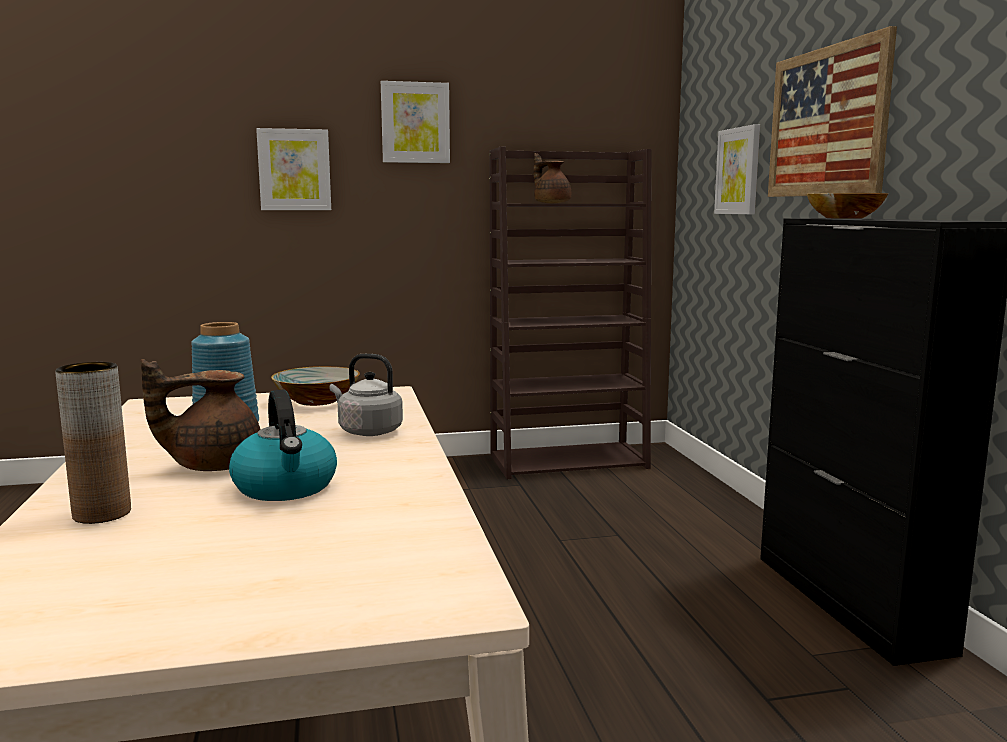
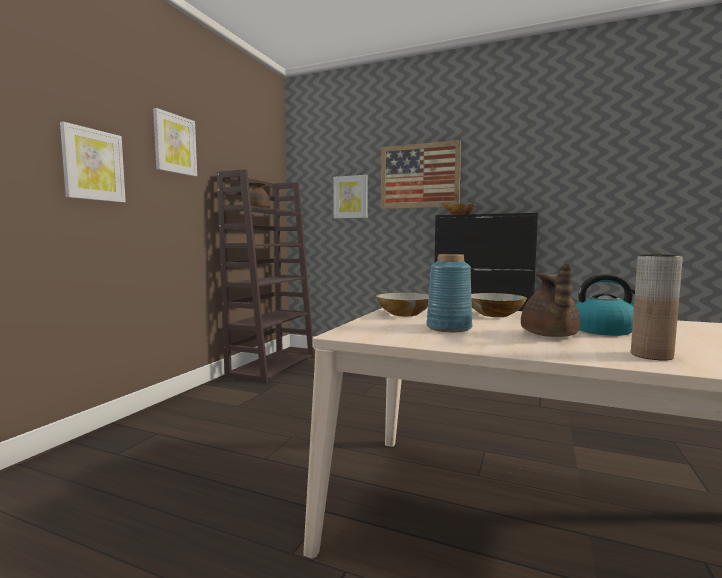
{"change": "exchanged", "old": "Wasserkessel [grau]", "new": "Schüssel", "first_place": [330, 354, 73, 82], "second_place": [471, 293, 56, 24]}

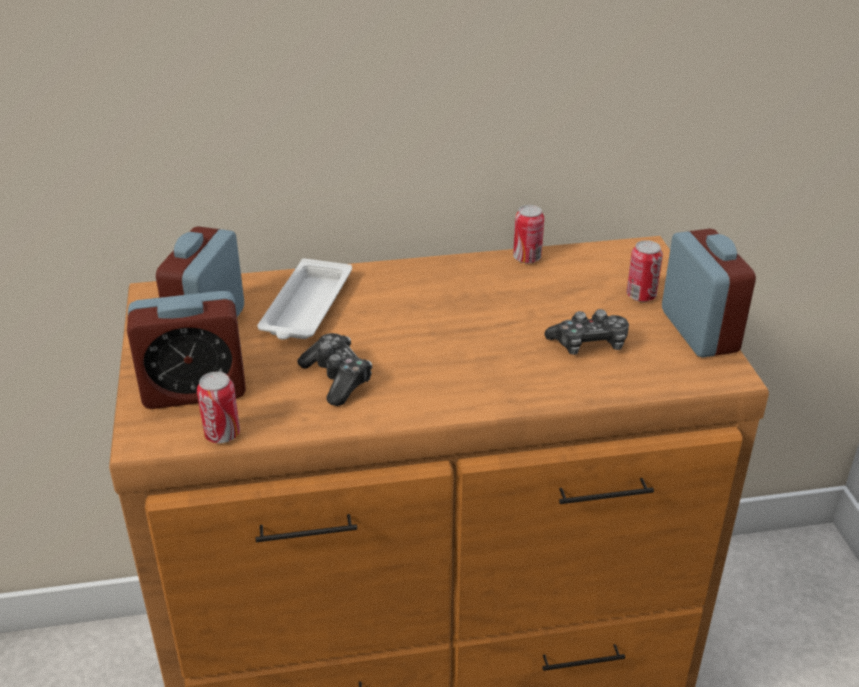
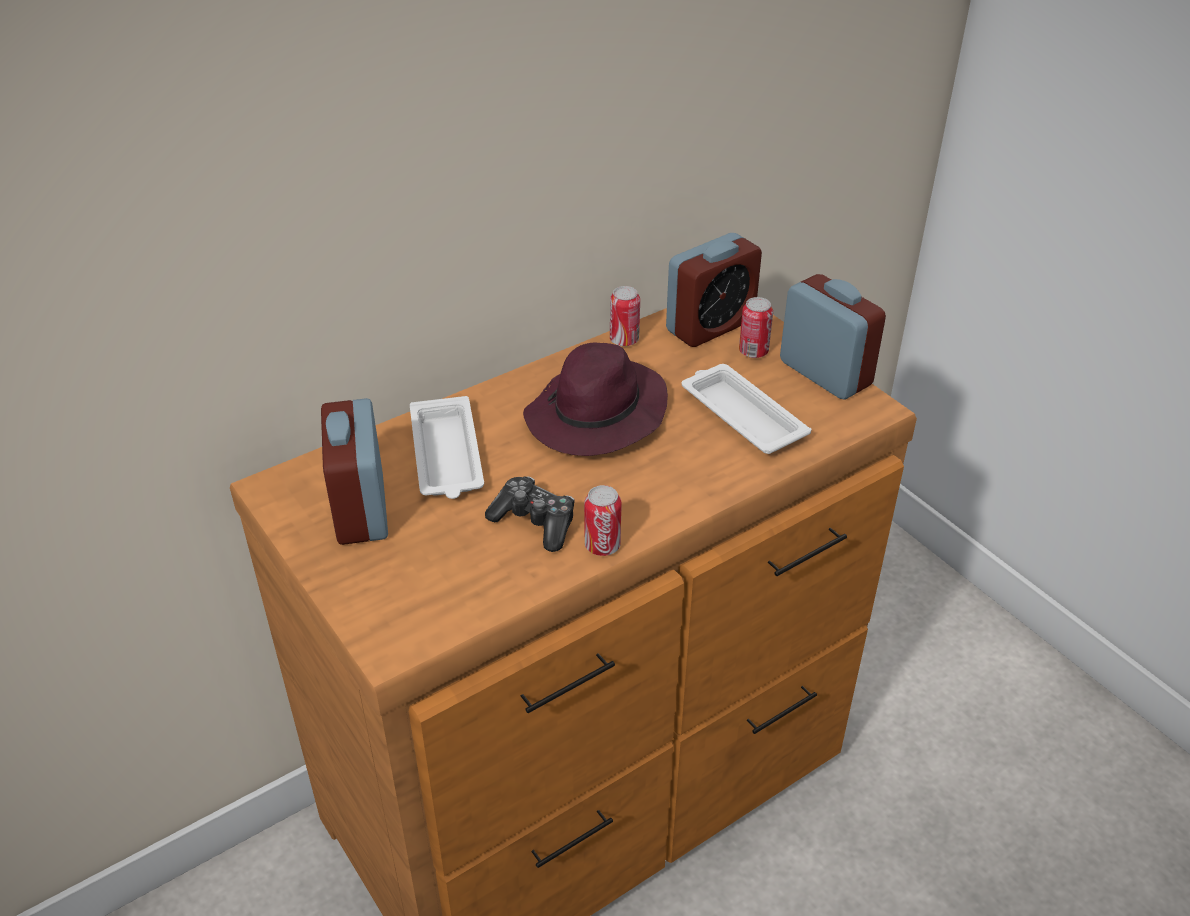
{"change": "relocated", "old": "Wecker", "first_place": [127, 291, 119, 118], "second_place": [666, 233, 96, 114]}
{"change": "relocated", "old": "Dose", "first_place": [197, 372, 43, 71], "second_place": [584, 485, 38, 71]}
{"change": "exchanged", "old": "Gamepad", "new": "Tablett [weiß]", "first_place": [545, 309, 84, 46], "second_place": [681, 364, 130, 90]}
{"change": "appeared", "new": "Hut [lila]", "second_place": [523, 343, 145, 113]}

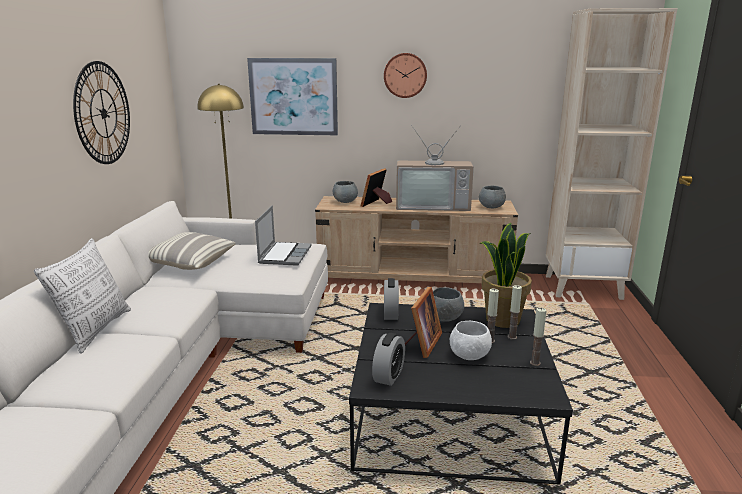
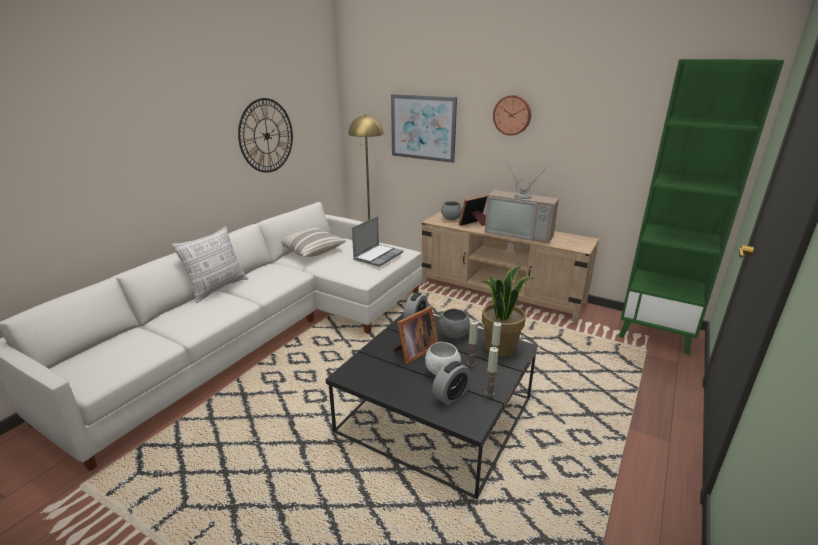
{"change": "relocated", "old": "Wecker", "first_place": [372, 333, 33, 53], "second_place": [432, 361, 39, 44]}
{"change": "missing", "old": "Schüssel [grau]", "first_place": [479, 185, 27, 23]}
{"change": "colour", "old": "Bücherregal [beige]", "new": "Bücherregal [grün]", "first_place": [546, 8, 131, 292], "second_place": [619, 59, 165, 296]}

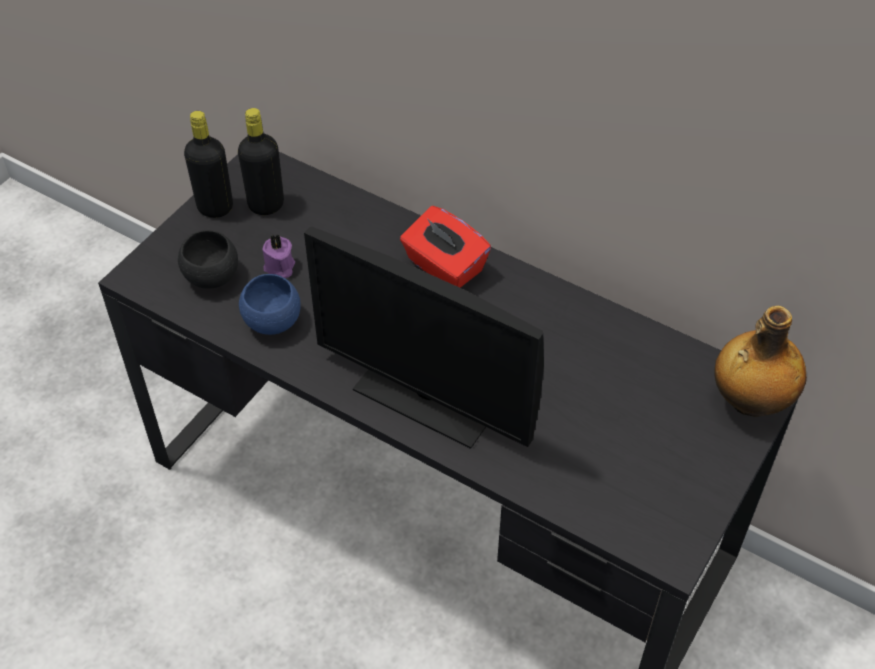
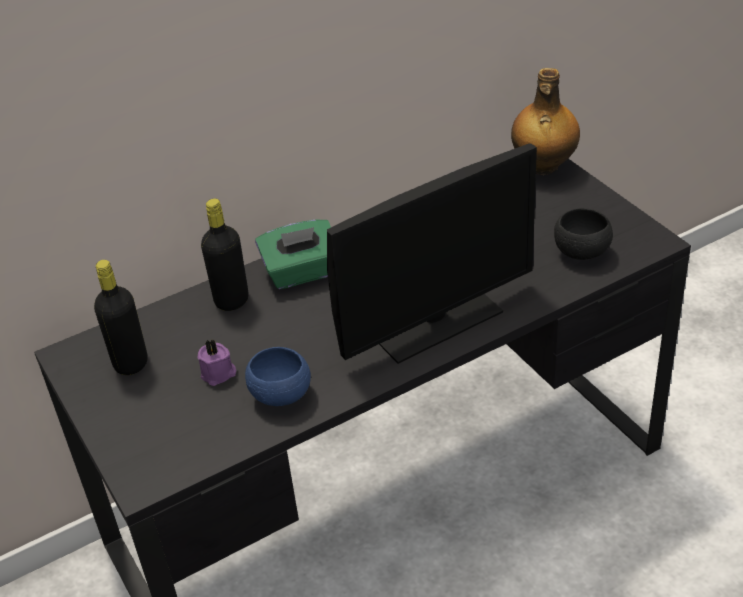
{"change": "relocated", "old": "Schüssel [schwarz]", "first_place": [178, 230, 60, 59], "second_place": [554, 208, 59, 52]}
{"change": "relocated", "old": "Flasche [schwarz]", "first_place": [184, 111, 49, 107], "second_place": [201, 199, 48, 112]}
{"change": "colour", "old": "Taschentuchbox [rot]", "new": "Taschentuchbox [grün]", "first_place": [400, 206, 91, 82], "second_place": [255, 220, 76, 69]}

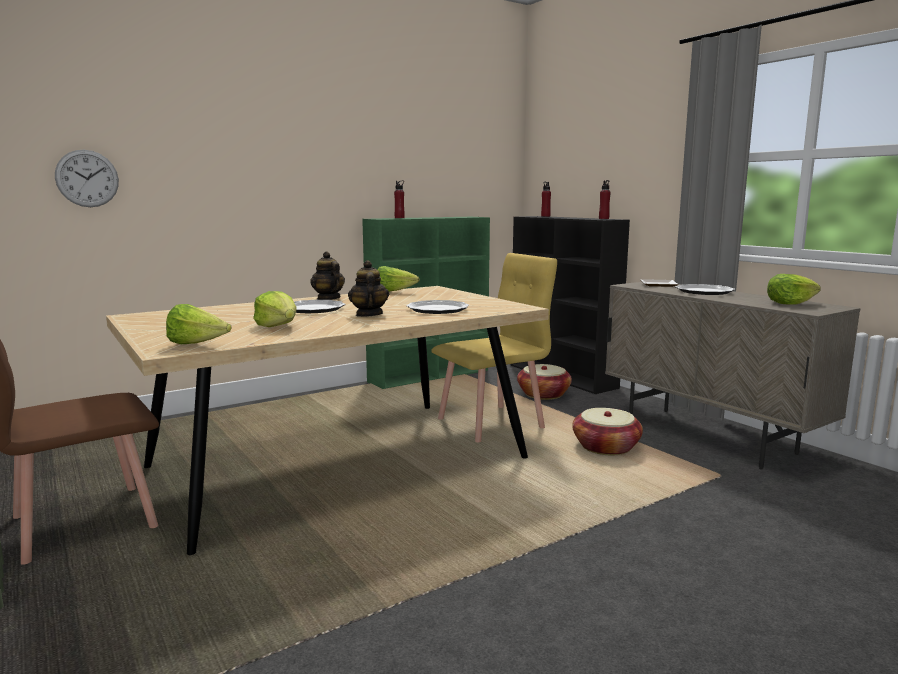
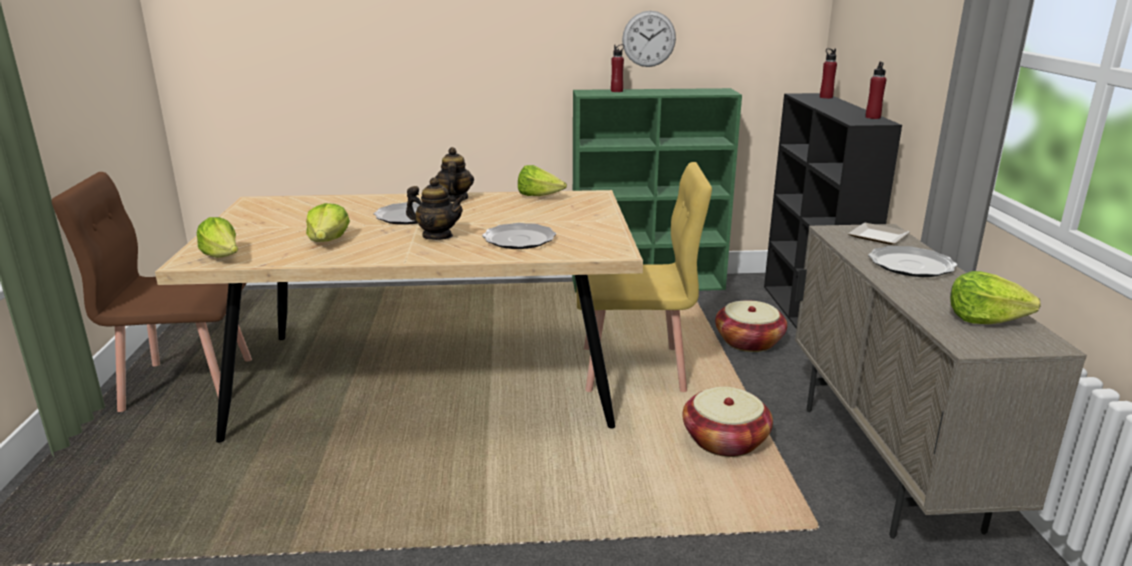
{"change": "relocated", "old": "Wanduhr", "first_place": [55, 150, 64, 57], "second_place": [622, 11, 54, 56]}
{"change": "spun", "old": "Teekanne", "first_place": [348, 260, 41, 57], "second_place": [406, 177, 59, 63], "degrees": 90}

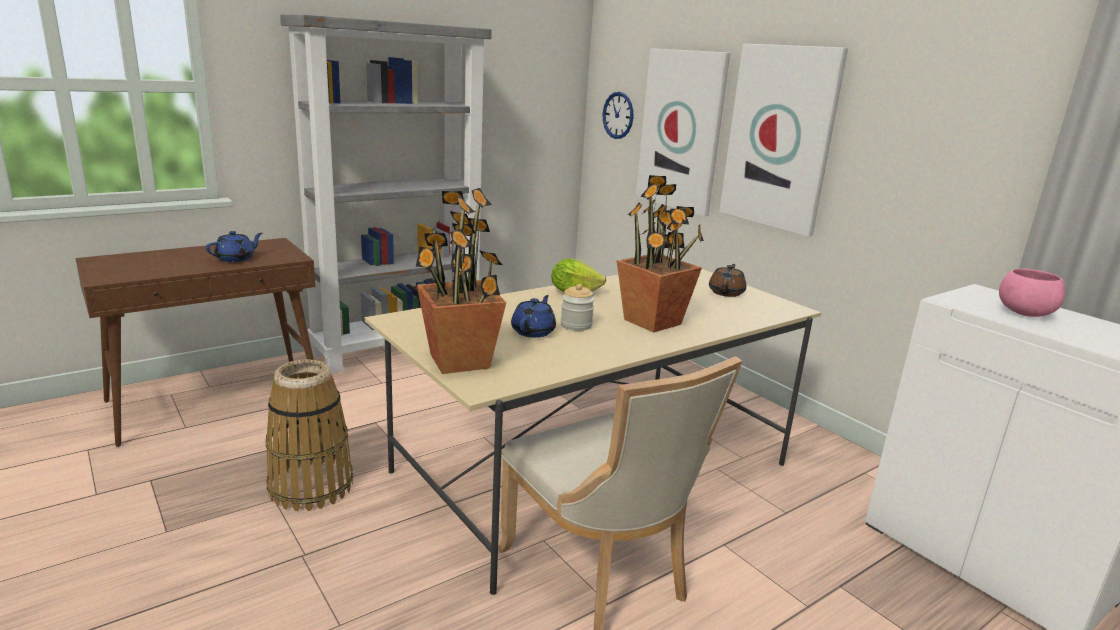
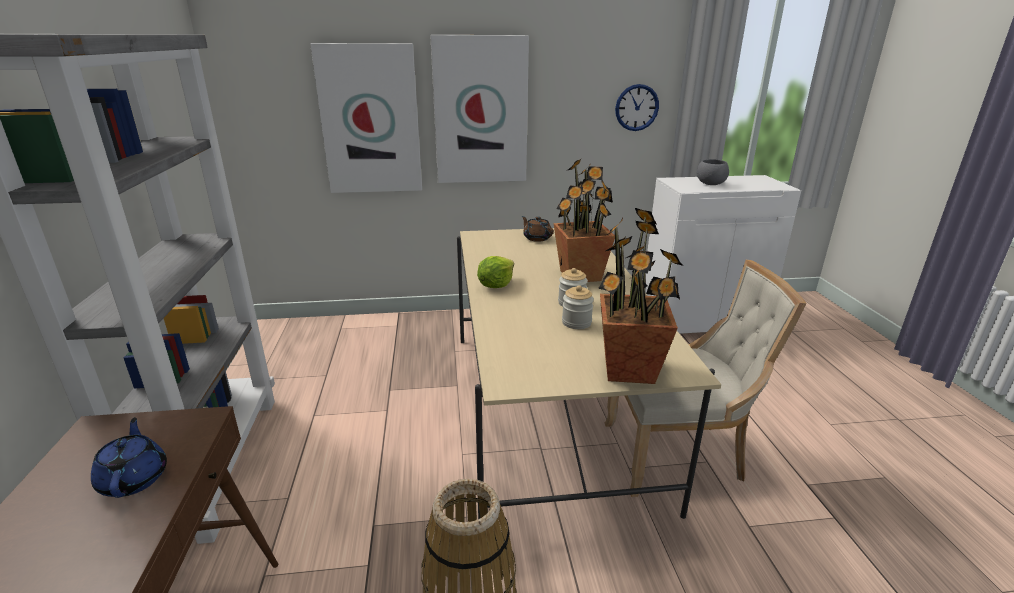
{"change": "exchanged", "old": "Teekanne [blau]", "new": "Vorratsglas", "first_place": [511, 295, 45, 43], "second_place": [562, 285, 32, 44]}
{"change": "relocated", "old": "Wanduhr", "first_place": [603, 92, 30, 47], "second_place": [615, 84, 44, 47]}
{"change": "colour", "old": "Schüssel [rosa]", "new": "Schüssel [grau]", "first_place": [999, 269, 66, 48], "second_place": [697, 159, 32, 26]}

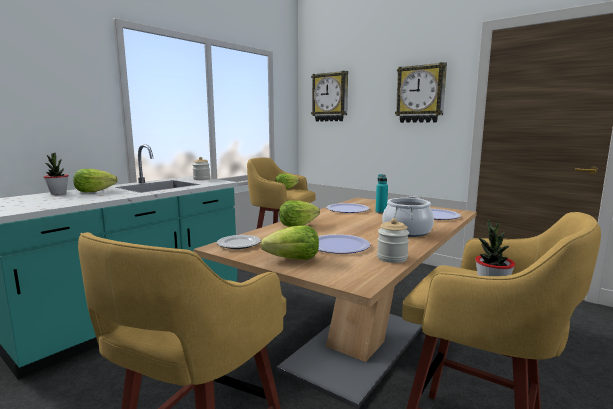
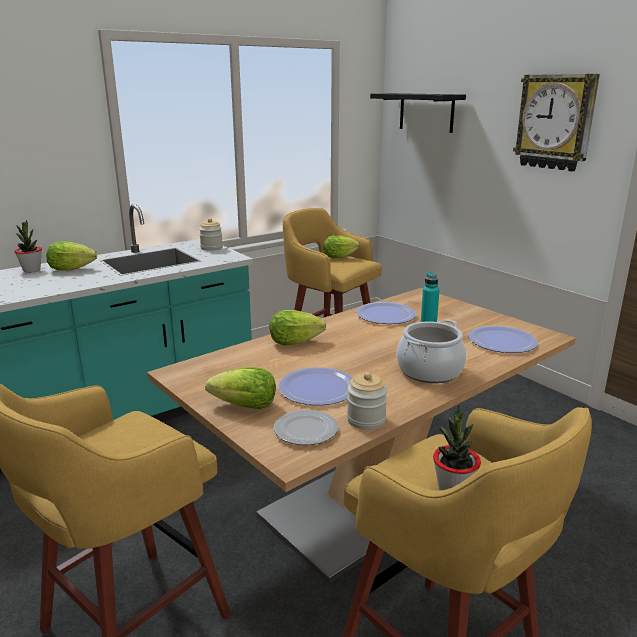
{"change": "relocated", "old": "Teller", "first_place": [217, 235, 44, 14], "second_place": [274, 410, 64, 35]}
{"change": "exchanged", "old": "Wanduhr", "new": "Wandregal [schwarz]", "first_place": [311, 71, 37, 50], "second_place": [370, 93, 96, 40]}

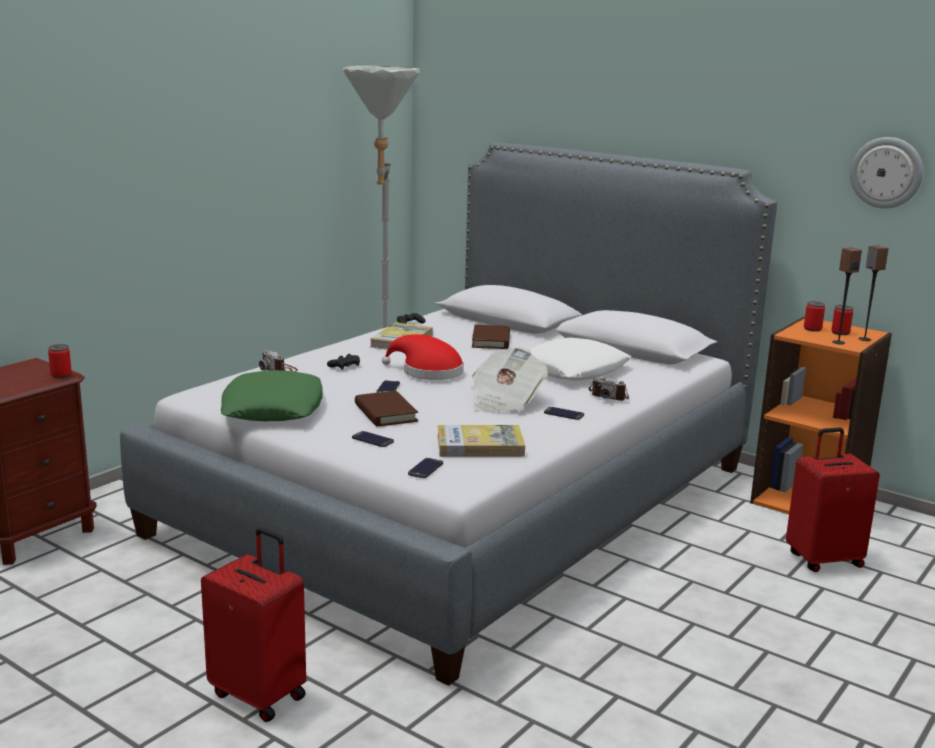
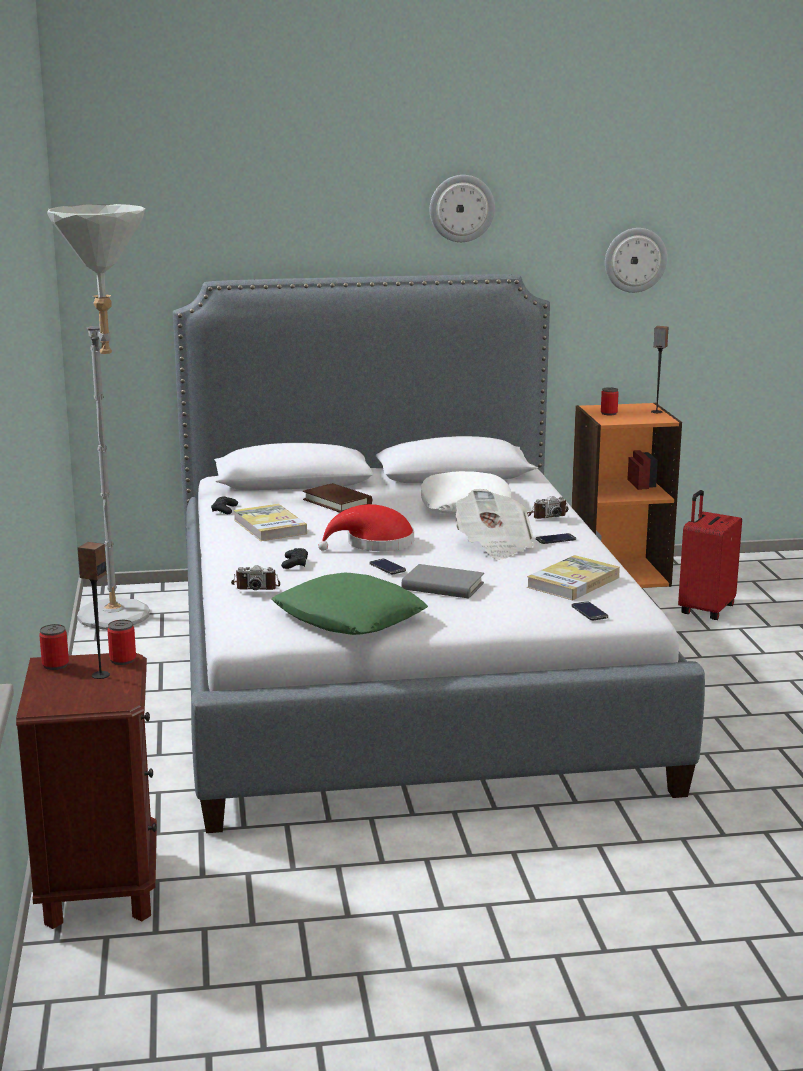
{"change": "missing", "old": "Koffer [rot]", "first_place": [201, 527, 105, 195]}
{"change": "missing", "old": "Handy", "first_place": [352, 431, 42, 16]}
{"change": "colour", "old": "Buch [braun]", "new": "Buch [grau]", "first_place": [355, 391, 63, 36], "second_place": [402, 564, 82, 34]}
{"change": "relocated", "old": "Lautsprecher", "first_place": [832, 248, 30, 96], "second_place": [77, 542, 33, 137]}
{"change": "relocated", "old": "Dose", "first_place": [832, 305, 21, 30], "second_place": [39, 624, 30, 46]}
{"change": "appeared", "new": "Wanduhr", "second_place": [430, 175, 65, 67]}

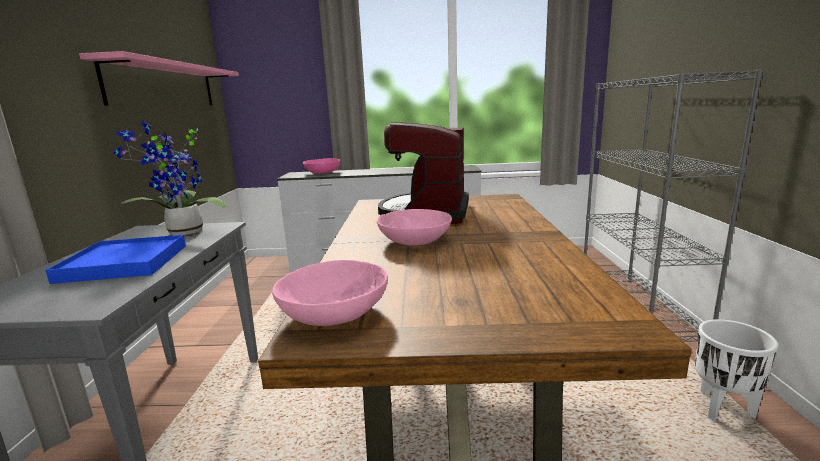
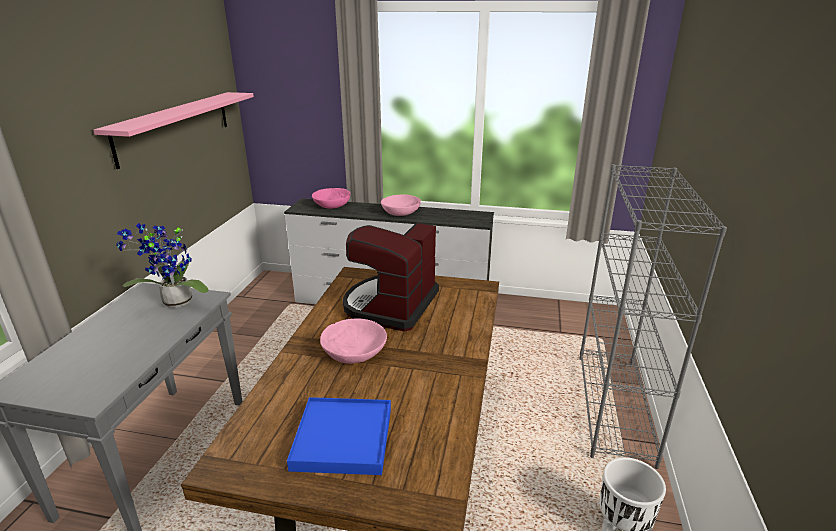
{"change": "relocated", "old": "Tablett [blau]", "first_place": [45, 235, 141, 49], "second_place": [287, 397, 104, 78]}
{"change": "relocated", "old": "Schüssel [rosa]", "first_place": [272, 260, 116, 66], "second_place": [381, 194, 40, 22]}

